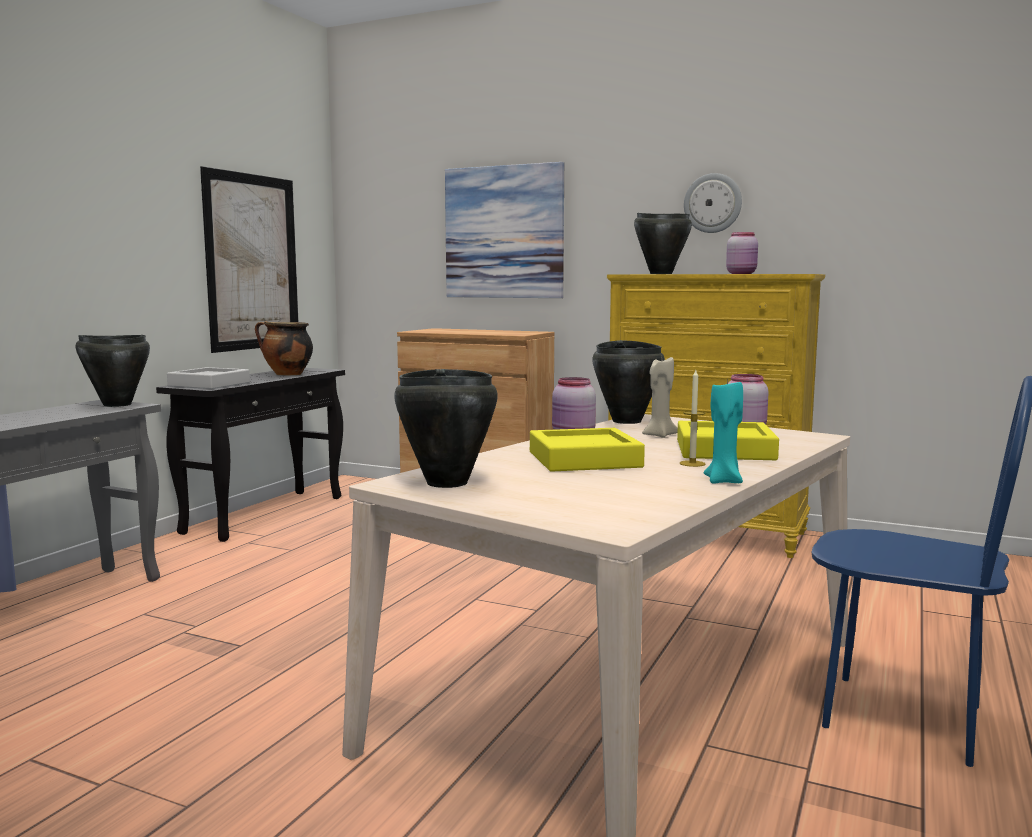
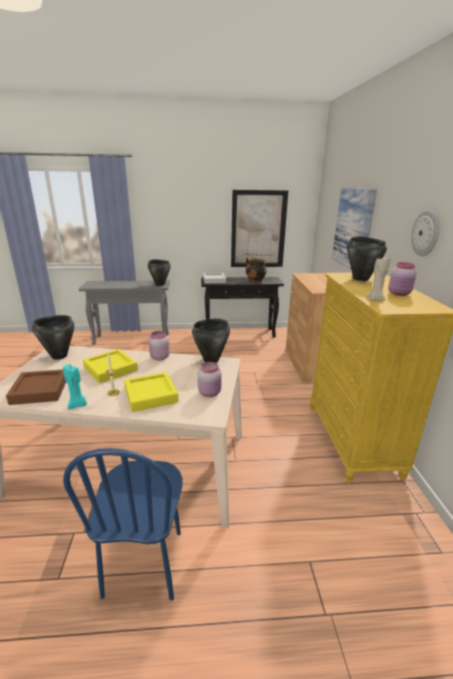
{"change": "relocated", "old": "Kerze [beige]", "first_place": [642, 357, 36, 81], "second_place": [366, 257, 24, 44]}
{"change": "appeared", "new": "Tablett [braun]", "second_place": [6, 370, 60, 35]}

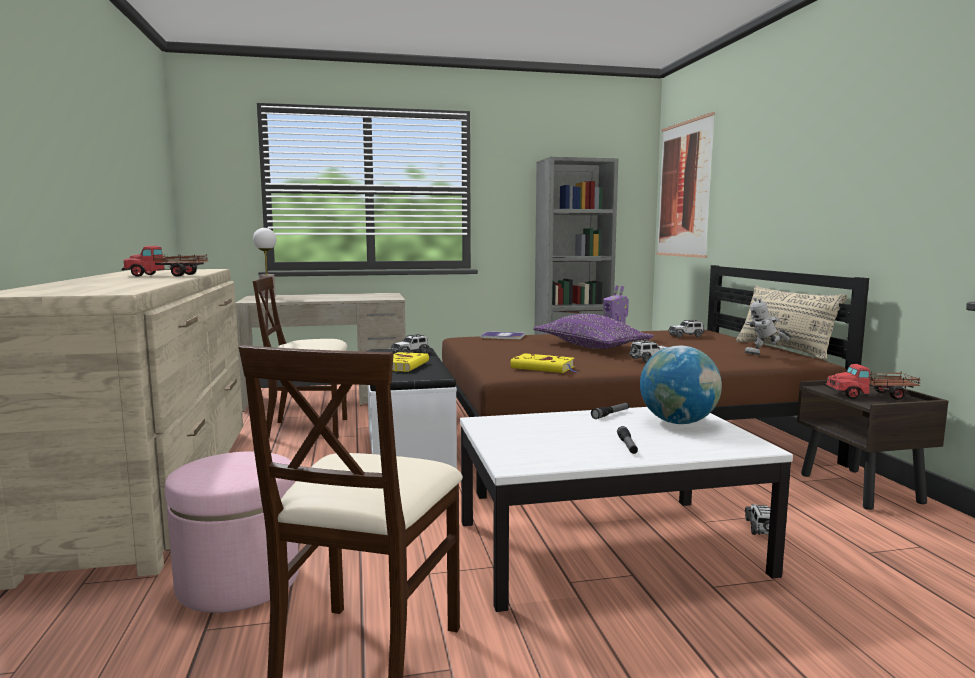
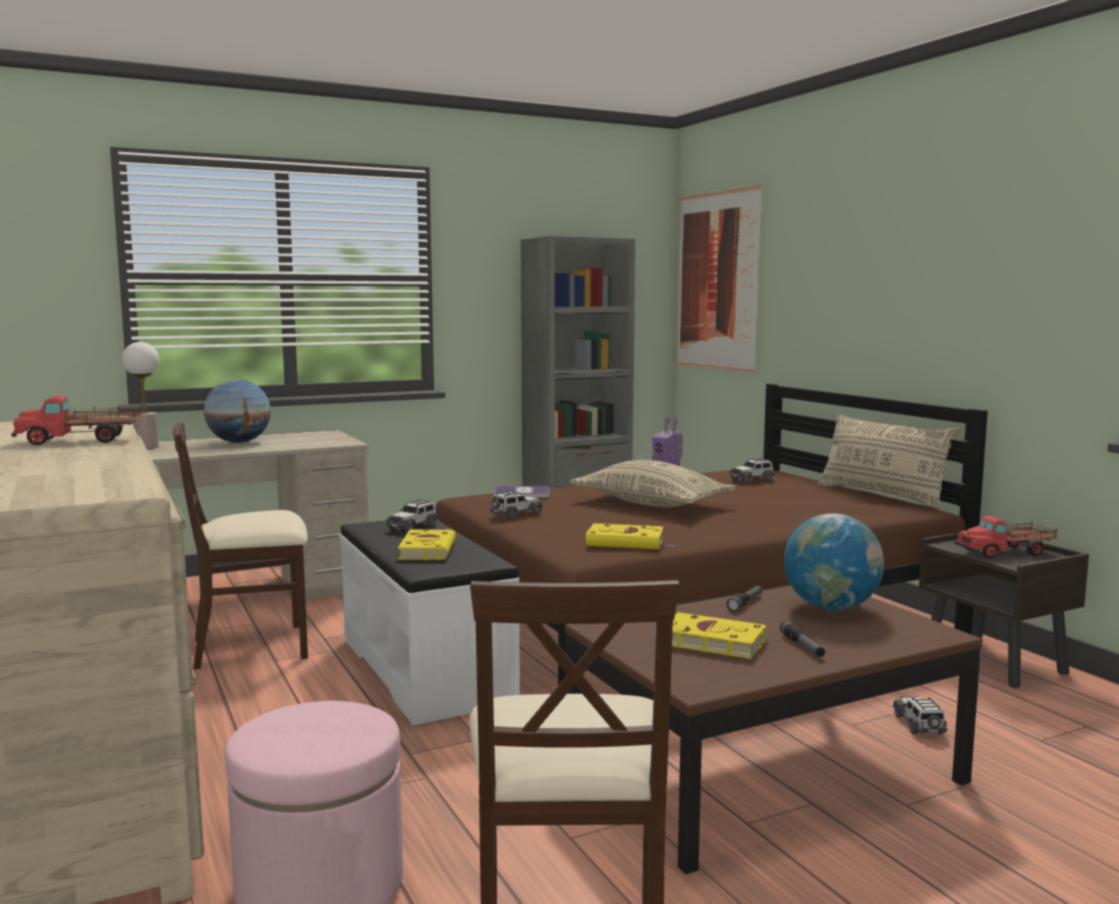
{"change": "colour", "old": "Couchtisch [weiß]", "new": "Couchtisch [braun]", "first_place": [460, 407, 333, 205], "second_place": [565, 586, 418, 288]}
{"change": "colour", "old": "Kissen [lila]", "new": "Kissen [beige]", "first_place": [533, 314, 121, 35], "second_place": [570, 460, 166, 47]}
{"change": "relocated", "old": "Spielzeugauto", "first_place": [629, 340, 38, 22], "second_place": [490, 490, 53, 29]}
{"change": "missing", "old": "Spielzeugroboter", "first_place": [744, 298, 48, 57]}
{"change": "appeared", "new": "Globus", "second_place": [204, 379, 67, 64]}
{"change": "appeared", "new": "Buch [gelb]", "second_place": [652, 612, 115, 47]}

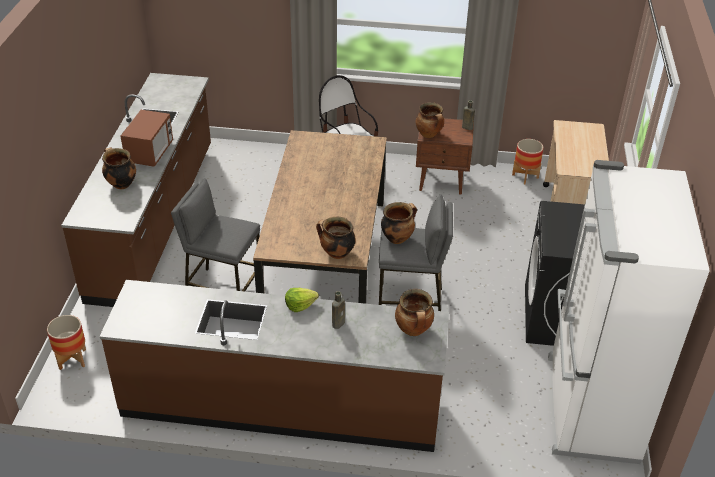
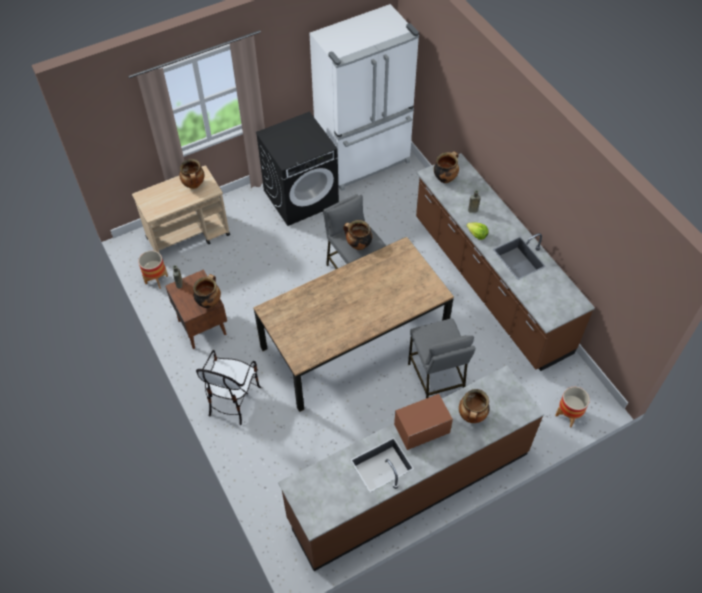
{"change": "relocated", "old": "Kochtopf", "first_place": [316, 217, 40, 42], "second_place": [180, 159, 24, 30]}

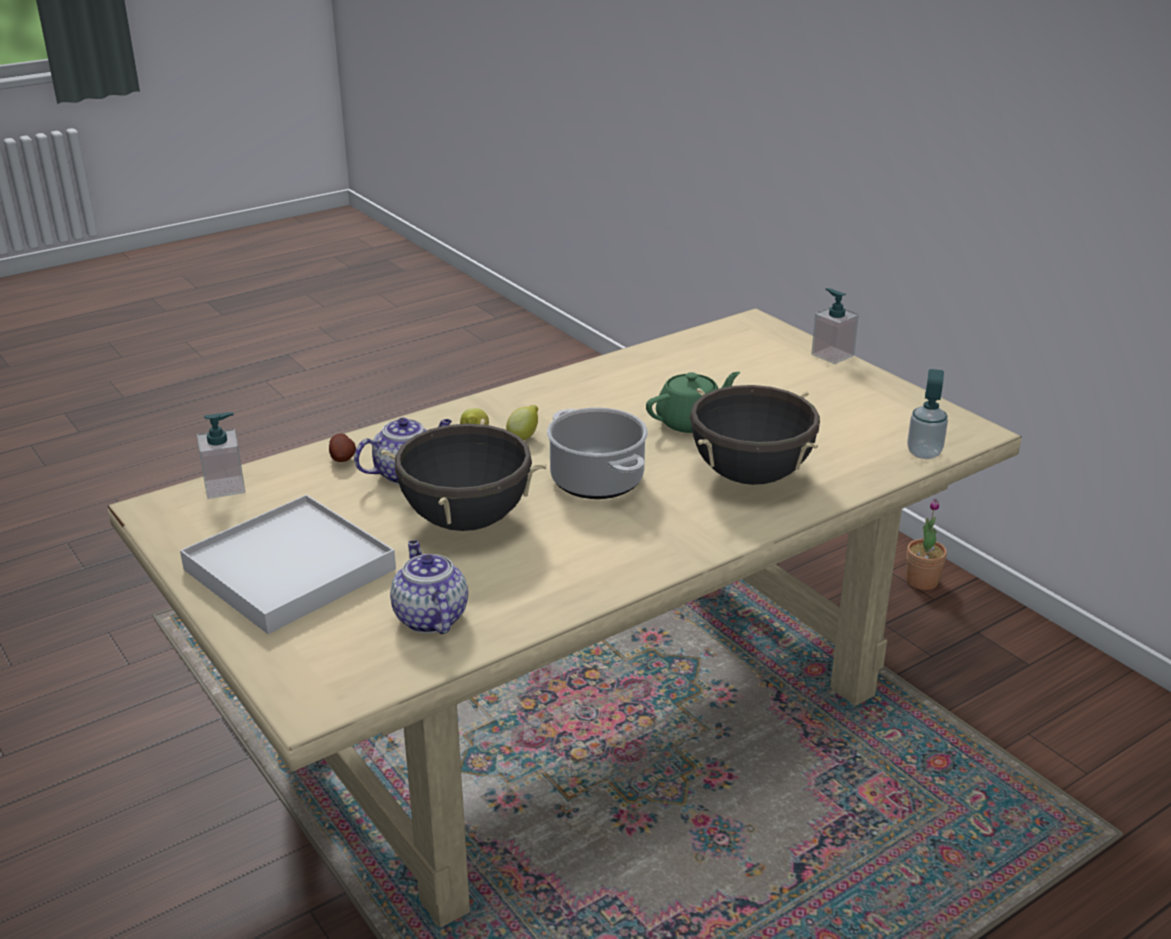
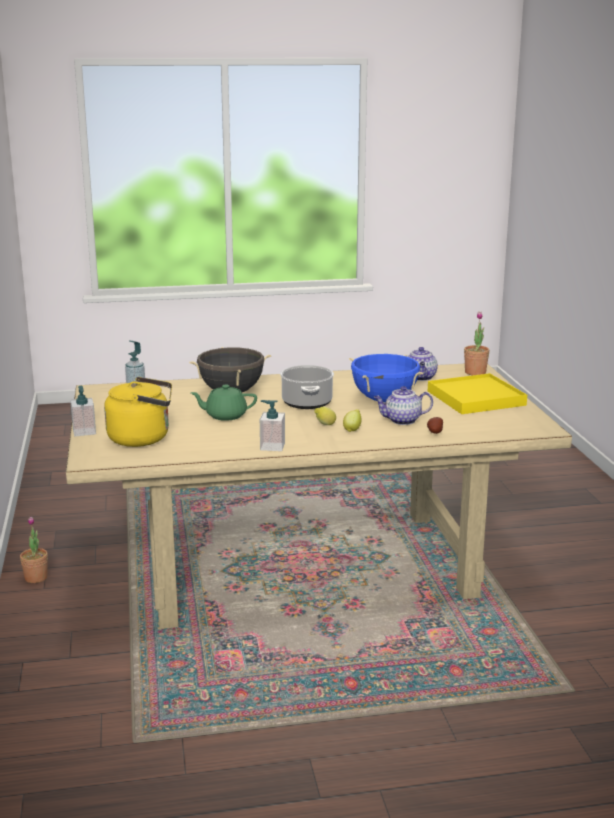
{"change": "colour", "old": "Tablett [weiß]", "new": "Tablett [gelb]", "first_place": [180, 494, 216, 140], "second_place": [428, 373, 99, 41]}
{"change": "relocated", "old": "Seifenspender", "first_place": [197, 412, 48, 87], "second_place": [260, 400, 25, 51]}
{"change": "colour", "old": "Kochtopf [schwarz]", "new": "Kochtopf [blau]", "first_place": [381, 418, 166, 113], "second_place": [349, 354, 75, 48]}
{"change": "appeared", "new": "Wasserkessel [gelb]", "second_place": [104, 377, 68, 70]}
{"change": "appeared", "new": "Topfpflanze", "second_place": [464, 312, 26, 63]}

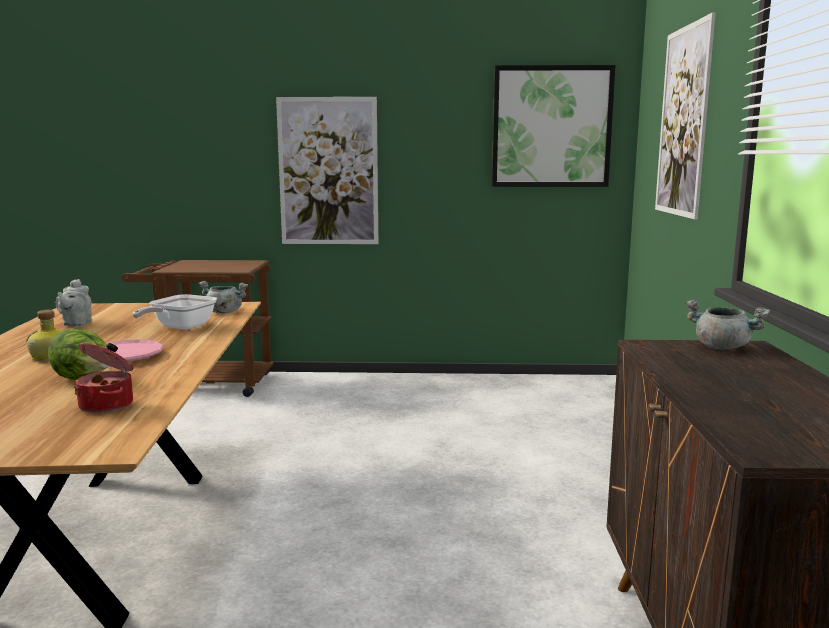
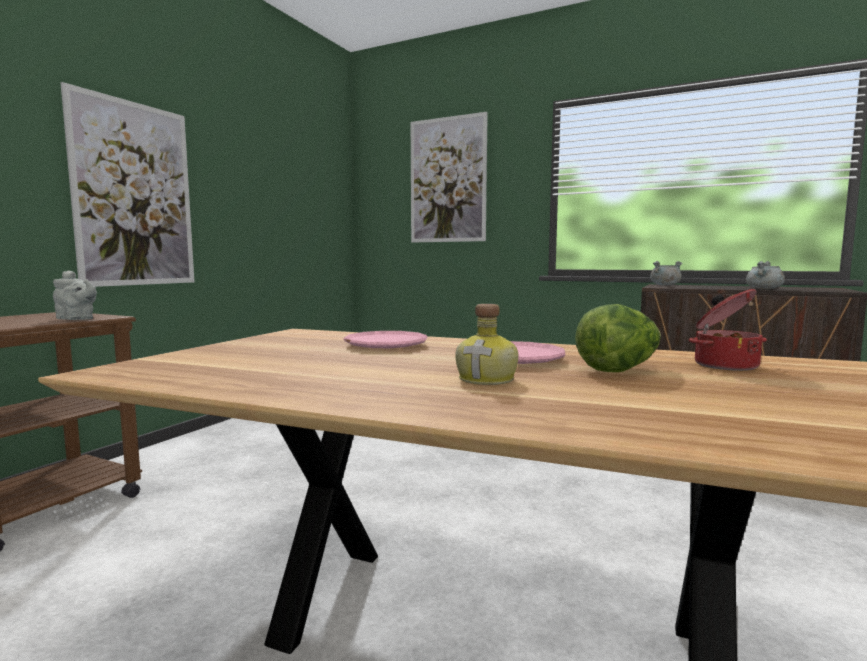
{"change": "relocated", "old": "Teekanne [grau]", "first_place": [56, 279, 36, 48], "second_place": [53, 270, 44, 50]}
{"change": "exchanged", "old": "Pfanne", "new": "Teller [rosa]", "first_place": [132, 294, 85, 36], "second_place": [344, 331, 84, 17]}
{"change": "relocated", "old": "Kochtopf [grau]", "first_place": [198, 281, 50, 33], "second_place": [746, 261, 39, 28]}
{"change": "missing", "old": "Bild", "first_place": [492, 65, 123, 122]}

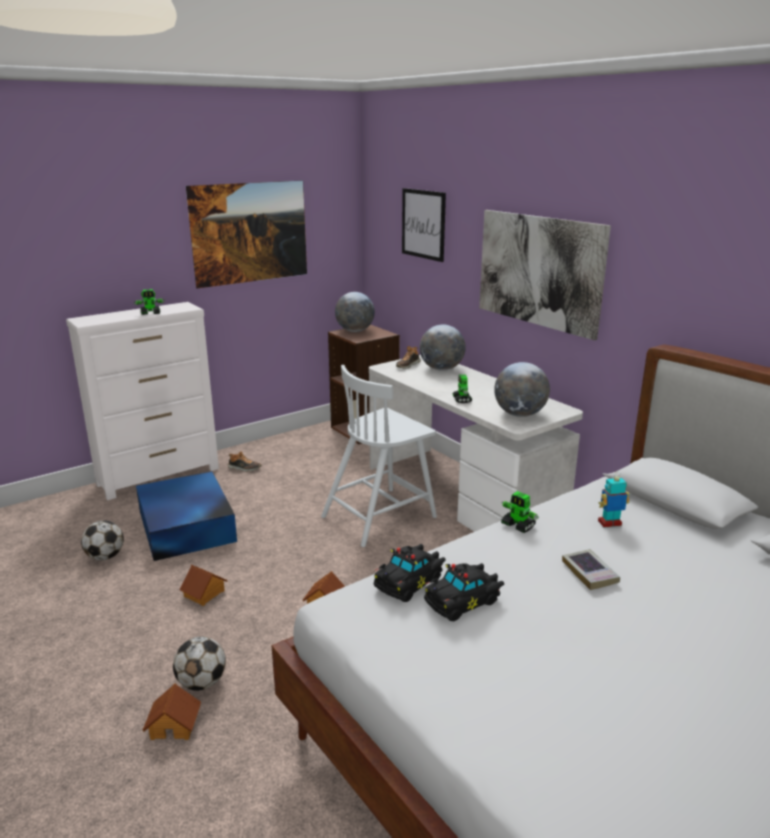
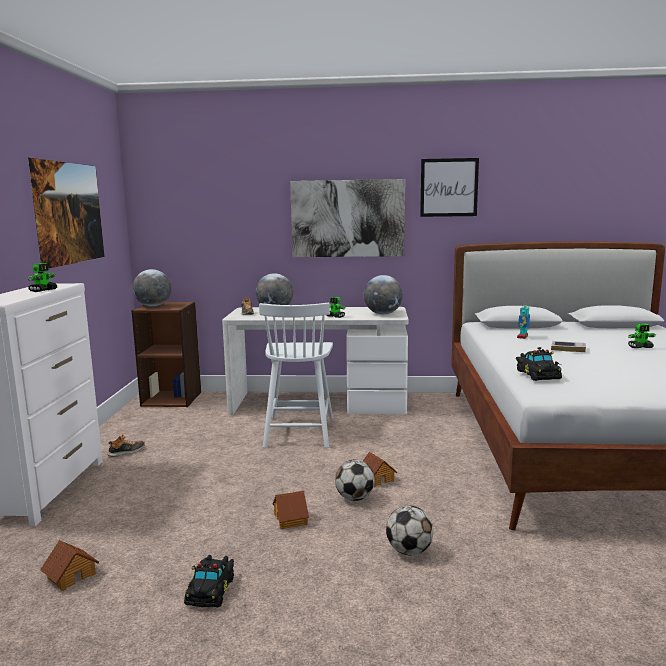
{"change": "relocated", "old": "Fußball", "first_place": [81, 520, 43, 41], "second_place": [335, 460, 40, 41]}
{"change": "missing", "old": "Aufbewahrungsbox [blau]", "first_place": [136, 471, 101, 90]}
{"change": "relocated", "old": "Spielzeughaus", "first_place": [142, 683, 59, 57], "second_place": [40, 540, 59, 51]}
{"change": "relocated", "old": "Bild", "first_place": [402, 188, 44, 74], "second_place": [420, 158, 59, 59]}
{"change": "relocated", "old": "Spielzeugauto [schwarz]", "first_place": [424, 563, 80, 58], "second_place": [184, 555, 50, 52]}
{"change": "relocated", "old": "Spielzeugroboter", "first_place": [501, 491, 38, 42], "second_place": [628, 324, 28, 24]}

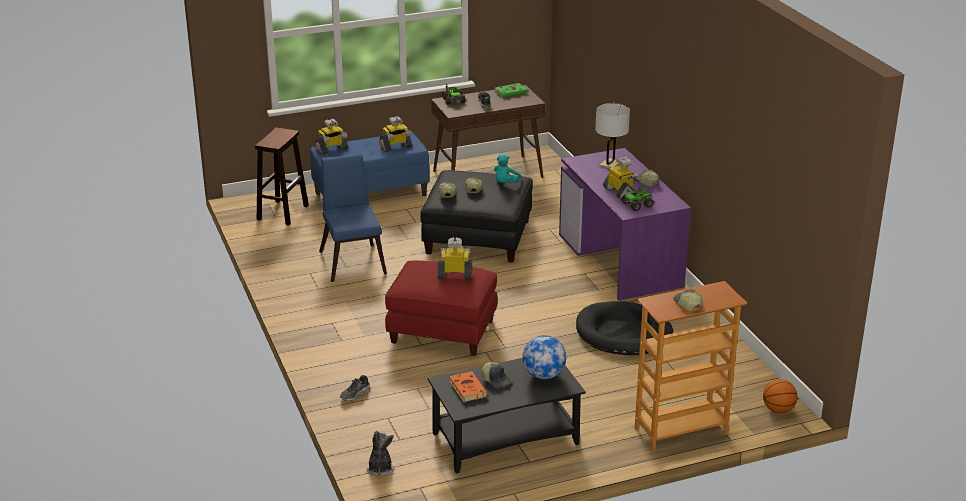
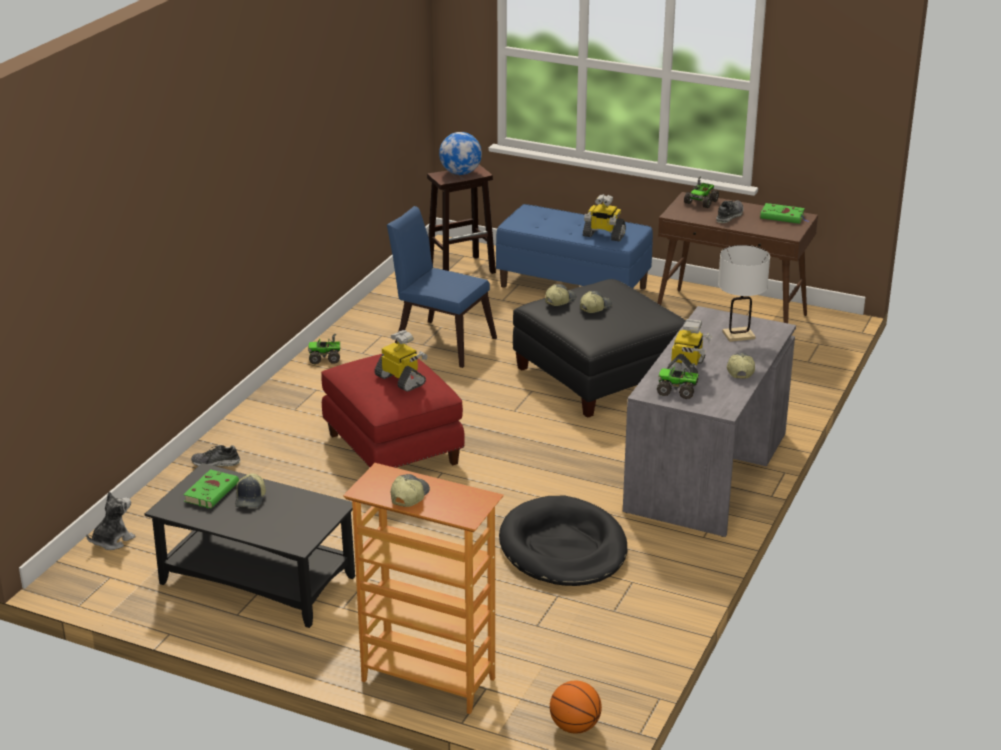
{"change": "missing", "old": "Spielzeugroboter", "first_place": [315, 118, 33, 37]}
{"change": "spun", "old": "Stuhl [blau]", "first_place": [319, 153, 68, 129], "second_place": [387, 206, 110, 162], "degrees": -90}
{"change": "colour", "old": "Buch [orange]", "new": "Buch [grün]", "first_place": [449, 371, 38, 31], "second_place": [183, 469, 56, 39]}
{"change": "missing", "old": "Plüschtier [türkis]", "first_place": [494, 154, 28, 29]}
{"change": "relocated", "old": "Globus", "first_place": [522, 335, 44, 44], "second_place": [439, 132, 43, 43]}
{"change": "colour", "old": "Schreibtisch [lila]", "new": "Schreibtisch [grau]", "first_place": [559, 148, 132, 153], "second_place": [623, 306, 173, 231]}
{"change": "appeared", "new": "Spielzeuglaster", "second_place": [308, 334, 32, 30]}

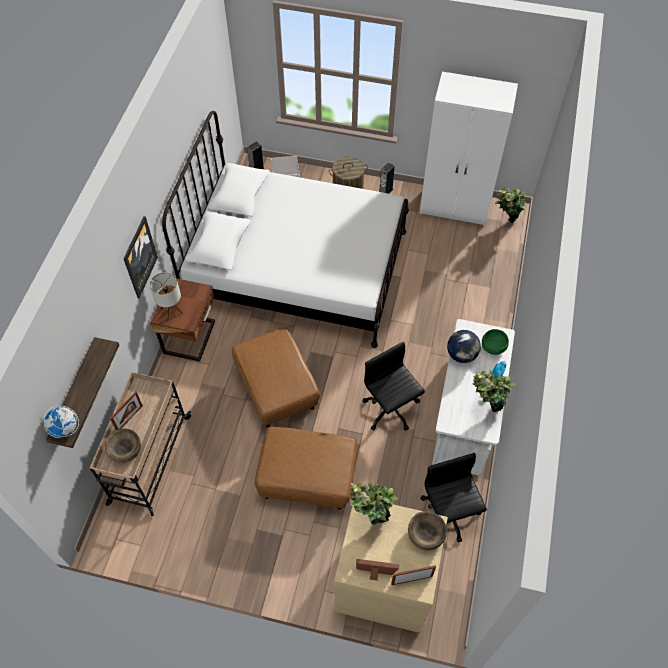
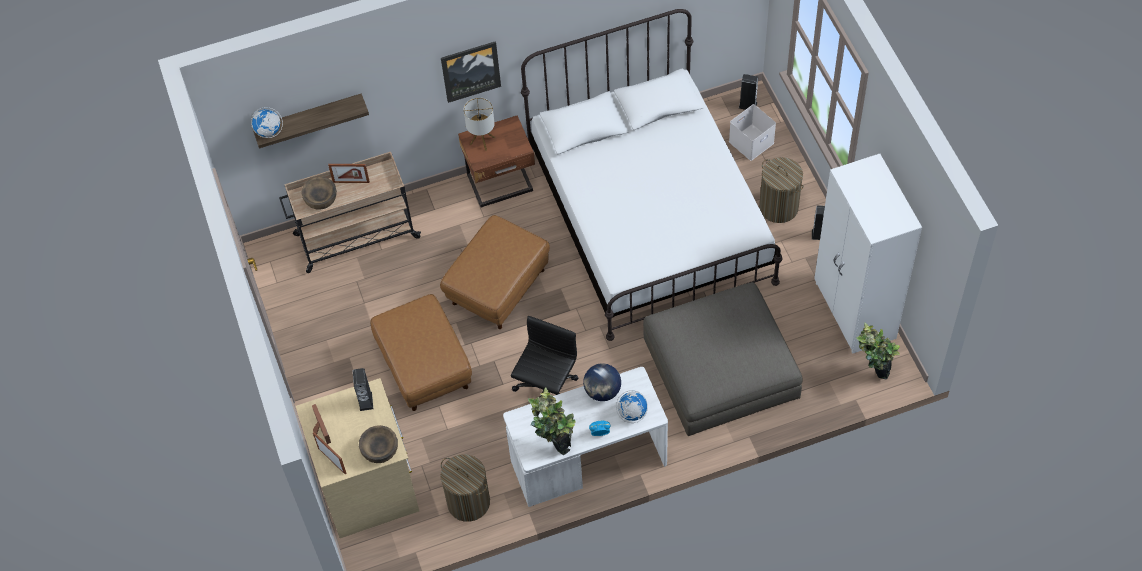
{"change": "exchanged", "old": "Topfpflanze", "new": "Lautsprecher", "first_place": [350, 481, 48, 44], "second_place": [352, 368, 21, 43]}
{"change": "exchanged", "old": "Bürostuhl [schwarz]", "new": "Wäschekorb", "first_place": [420, 453, 67, 90], "second_place": [440, 454, 50, 68]}
{"change": "exchanged", "old": "Schüssel [grün]", "new": "Globus", "first_place": [482, 329, 27, 26], "second_place": [616, 390, 32, 33]}
{"change": "appeared", "new": "Polsterhocker [grau]", "second_place": [643, 282, 160, 154]}

